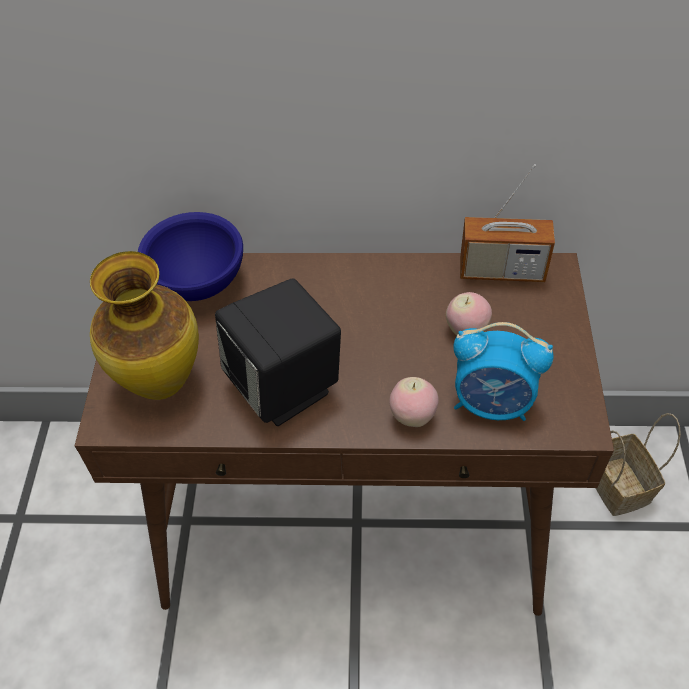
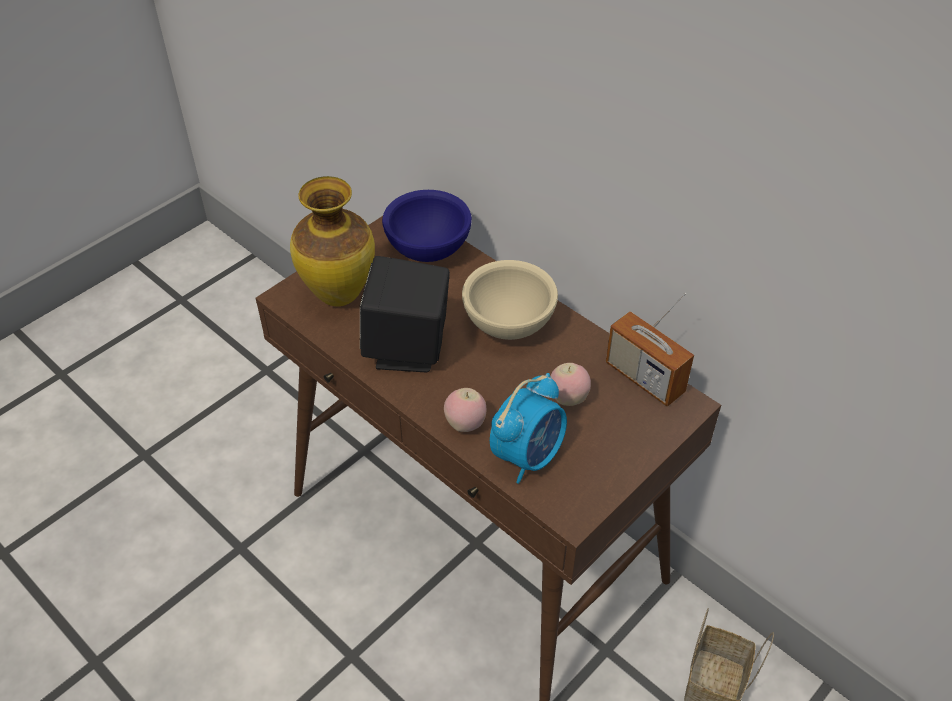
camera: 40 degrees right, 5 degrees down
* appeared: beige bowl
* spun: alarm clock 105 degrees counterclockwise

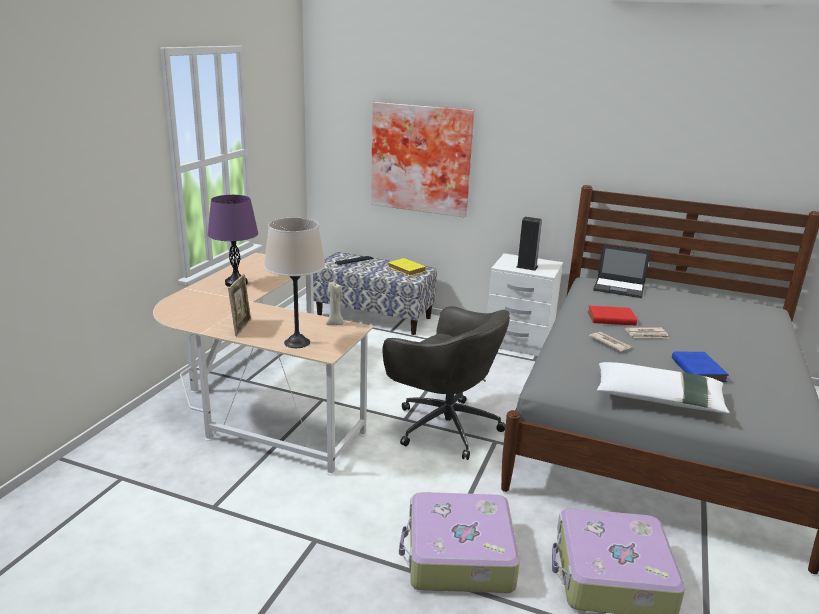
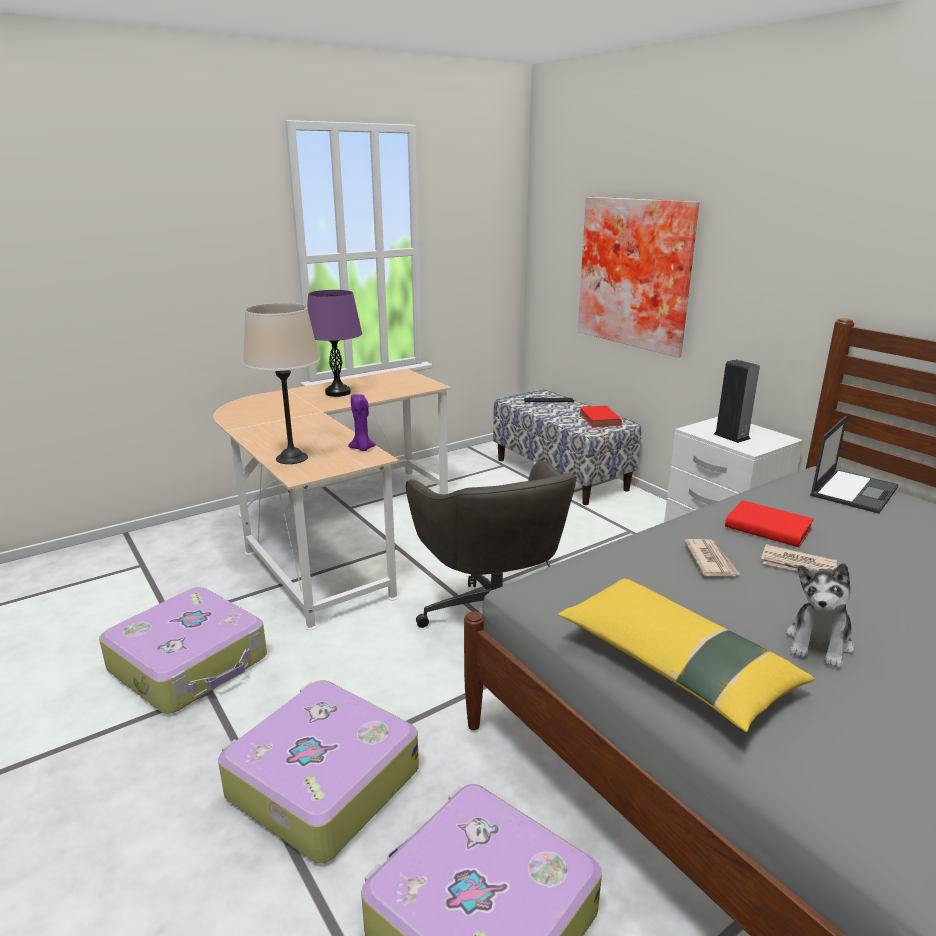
camera: 35 degrees right, 0 degrees up
* missing: picture frame
* appeared: suitcase (no. 1 from left)
* exchanged: blue book to plush toy
* colour: beige candle to purple candle
* colour: yellow book to red book (no. 1 from left)
* colour: white pillow to yellow pillow
* spun: laptop 105 degrees counterclockwise

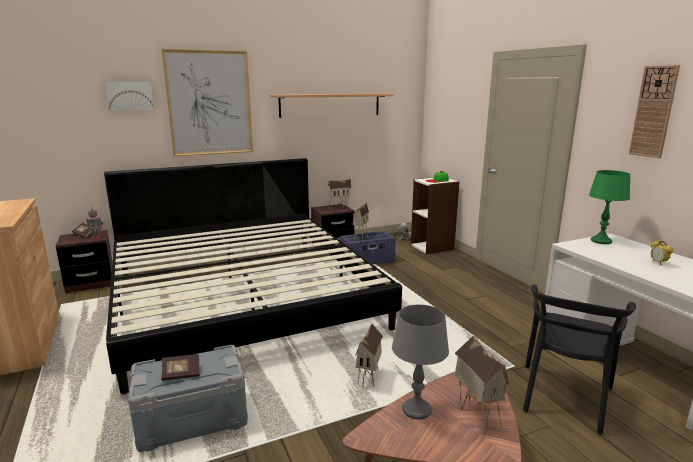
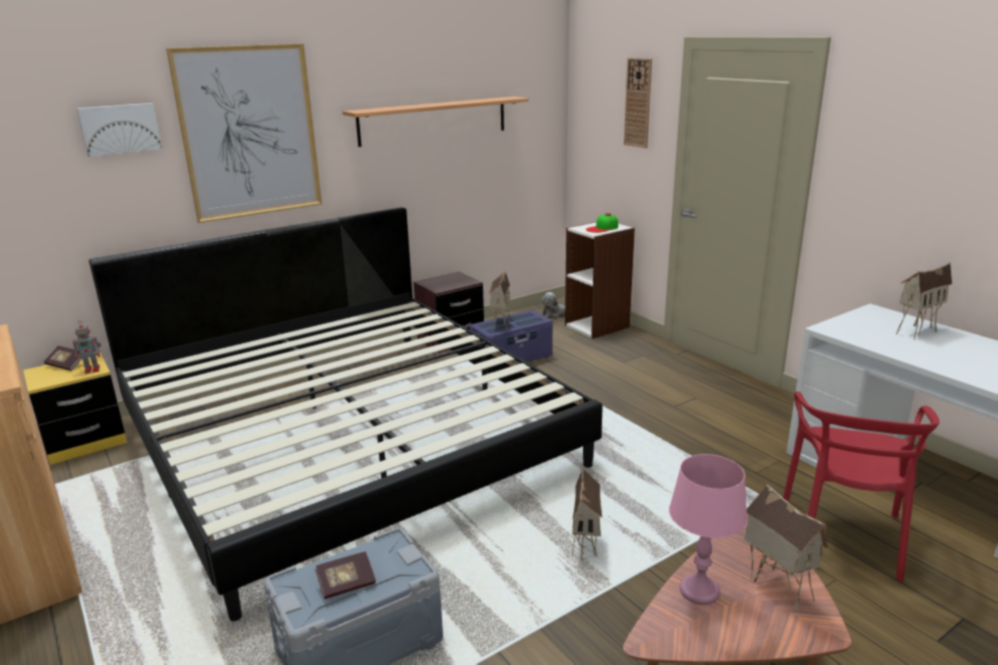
camera: 10 degrees left, 5 degrees up
* missing: green table lamp
* missing: alarm clock
* relocated: toy house (no. 1 from left in the first image) to toy house (no. 4 from left)
* relocated: wall clock
* colour: brown nightstand (no. 1 from left) to yellow nightstand
* colour: grey table lamp to pink table lamp
* colour: black chair to red chair

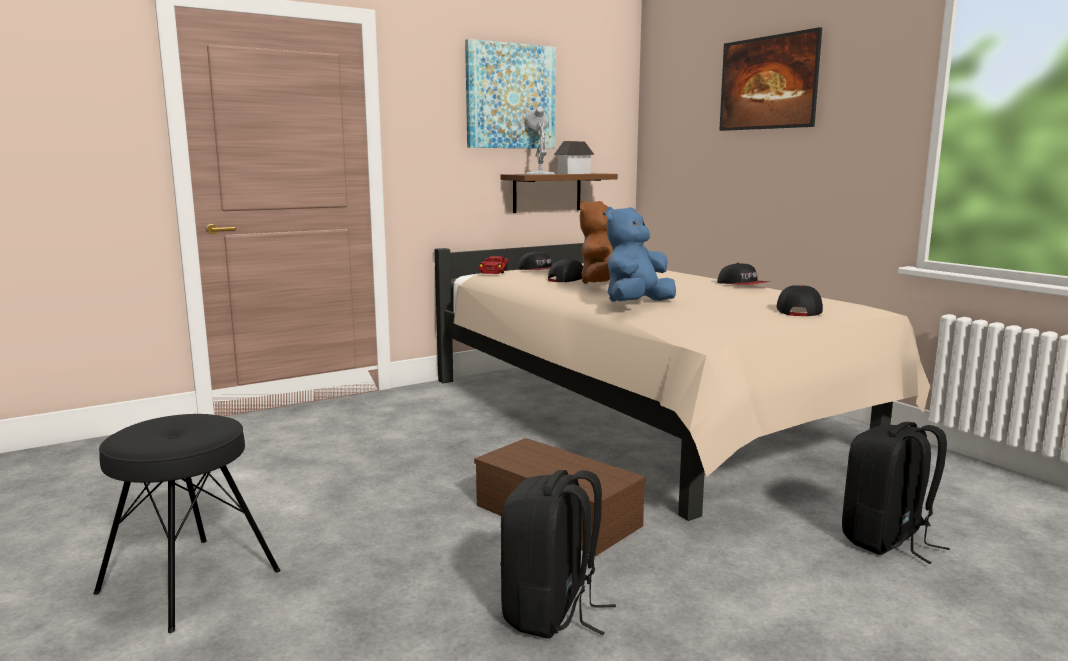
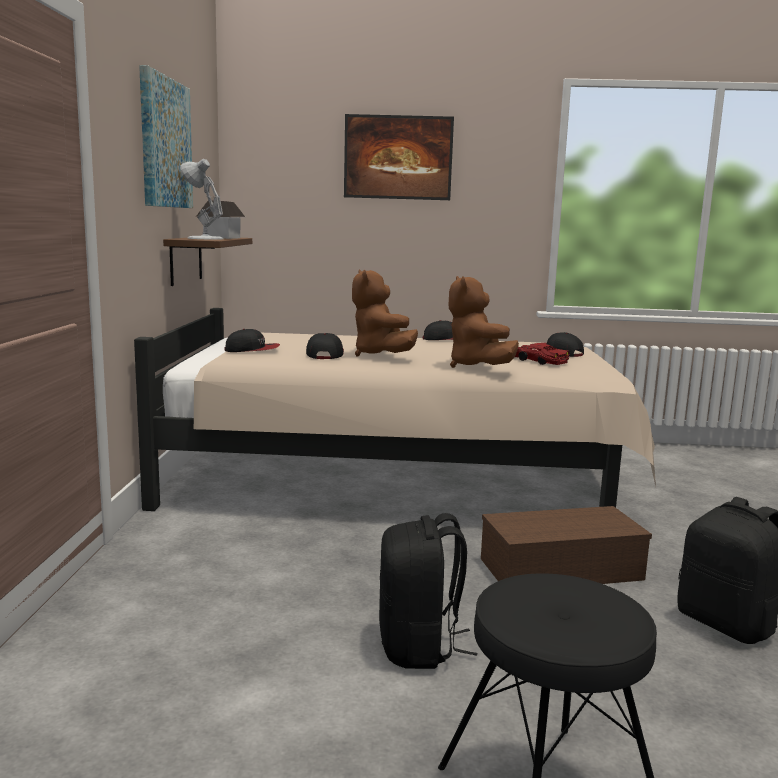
camera: 55 degrees left, 0 degrees up
* relocated: red toy car
* relocated: black backpack (no. 2 from left in the first image) to black backpack (no. 1 from left)
* colour: blue plush toy to brown plush toy (no. 2 from left)

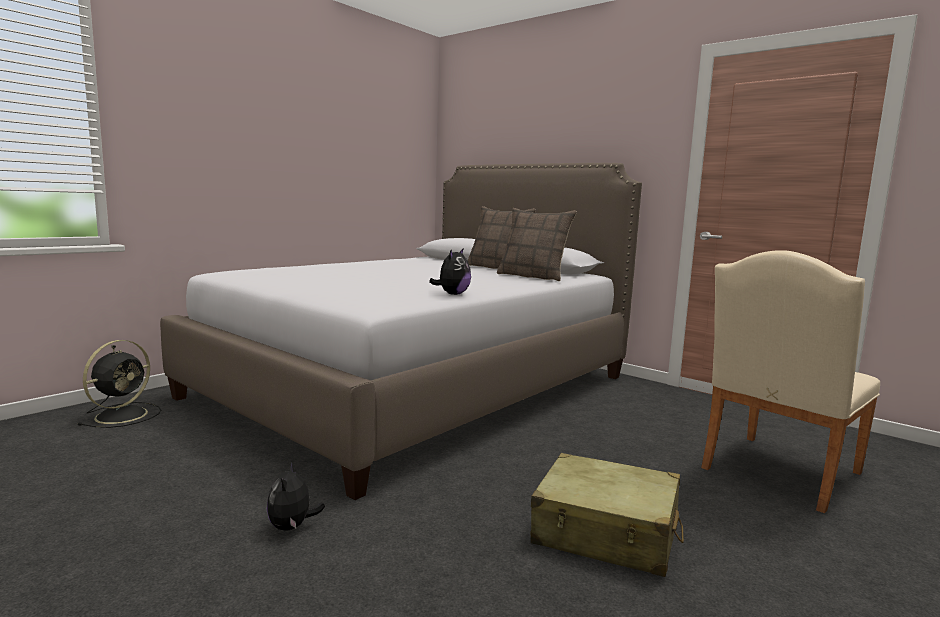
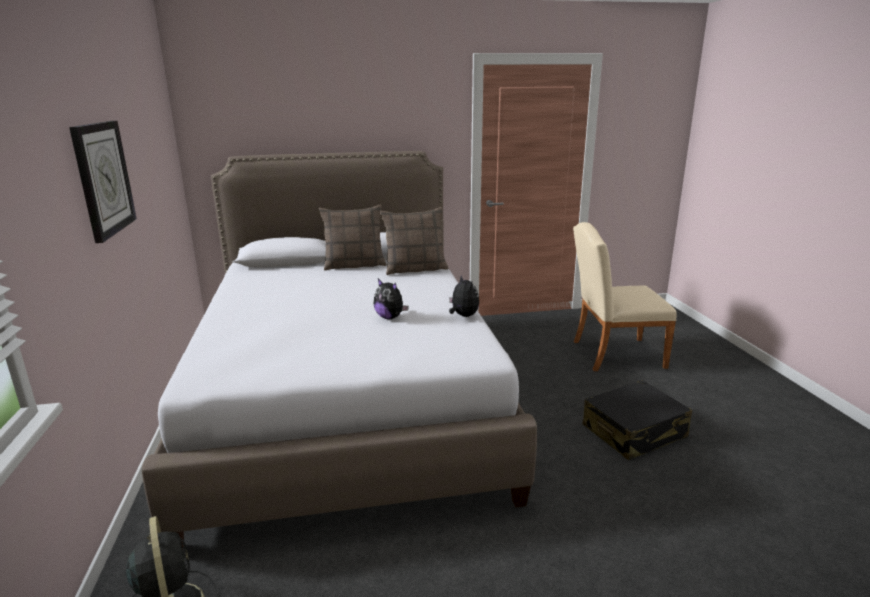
camera: 50 degrees left, 10 degrees up
* appeared: wall clock
* relocated: plush toy (no. 1 from left)
* colour: beige suitcase to black suitcase
* spun: beige chair 90 degrees clockwise

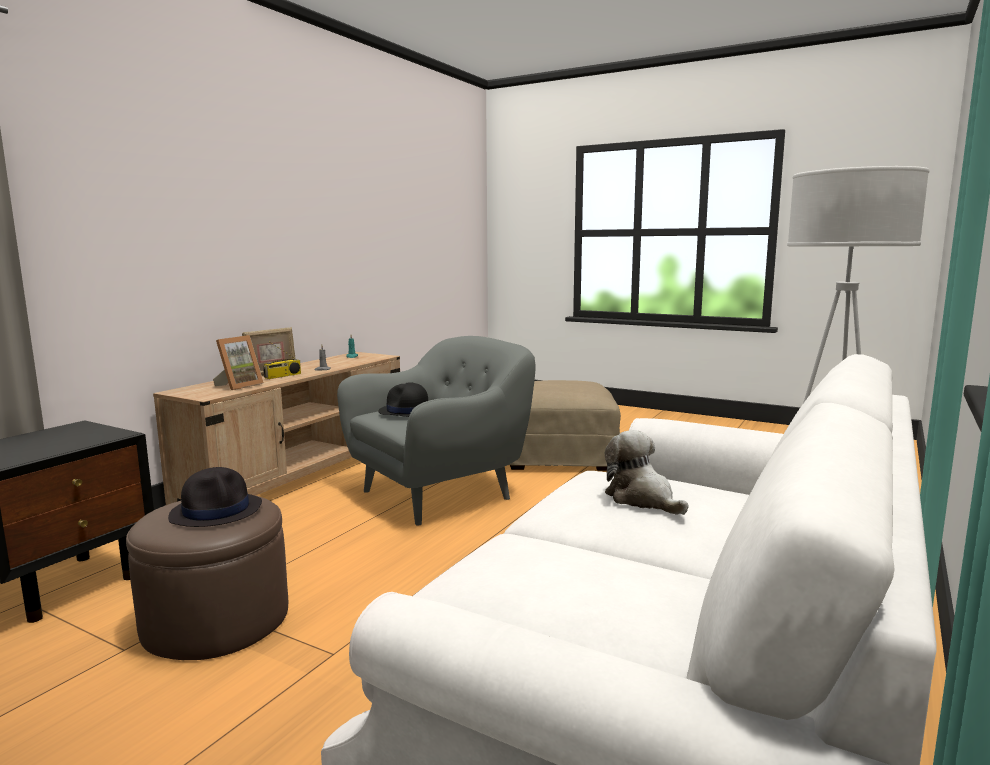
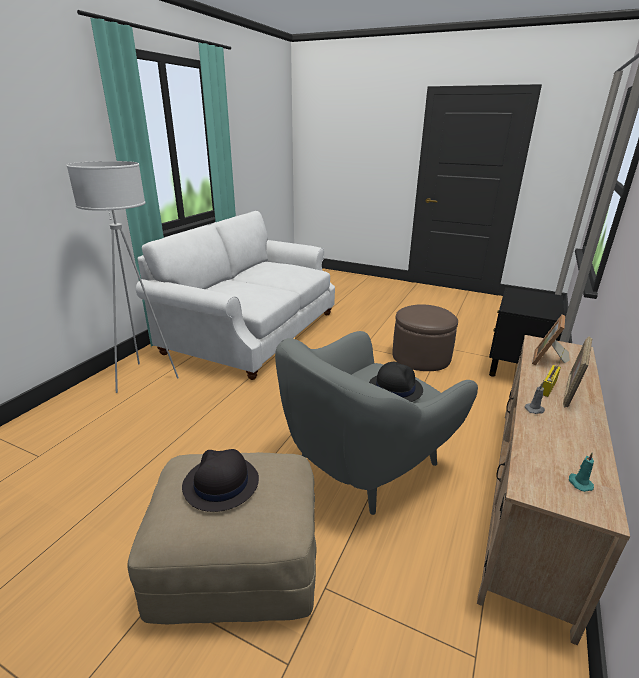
camera: 175 degrees right, 15 degrees up
* missing: plush toy
* relocated: black hat (no. 1 from left)

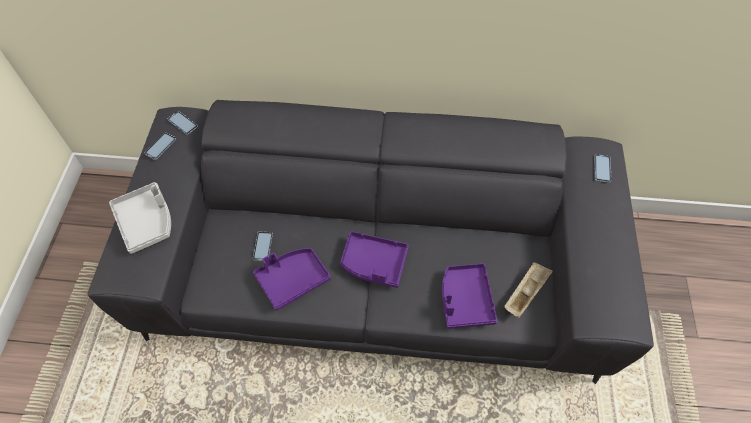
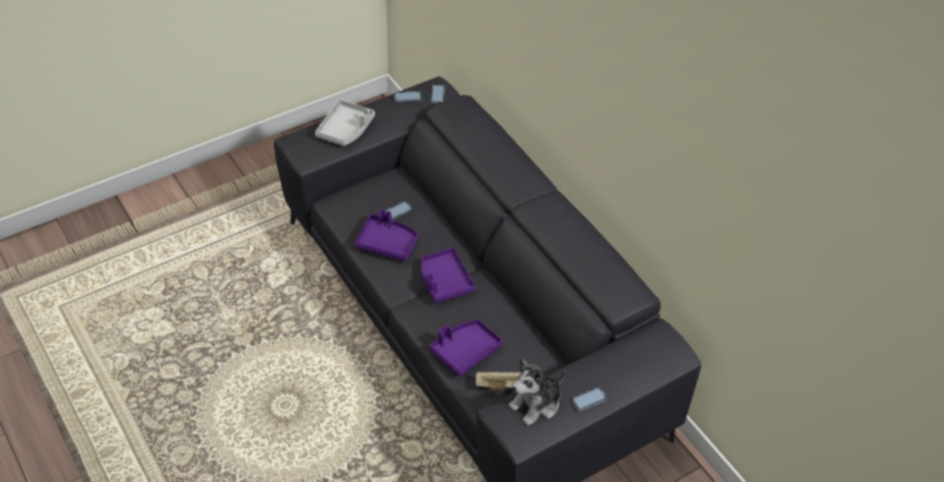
camera: 50 degrees right, 10 degrees down
* appeared: plush toy
* relocated: phone (no. 4 from left)

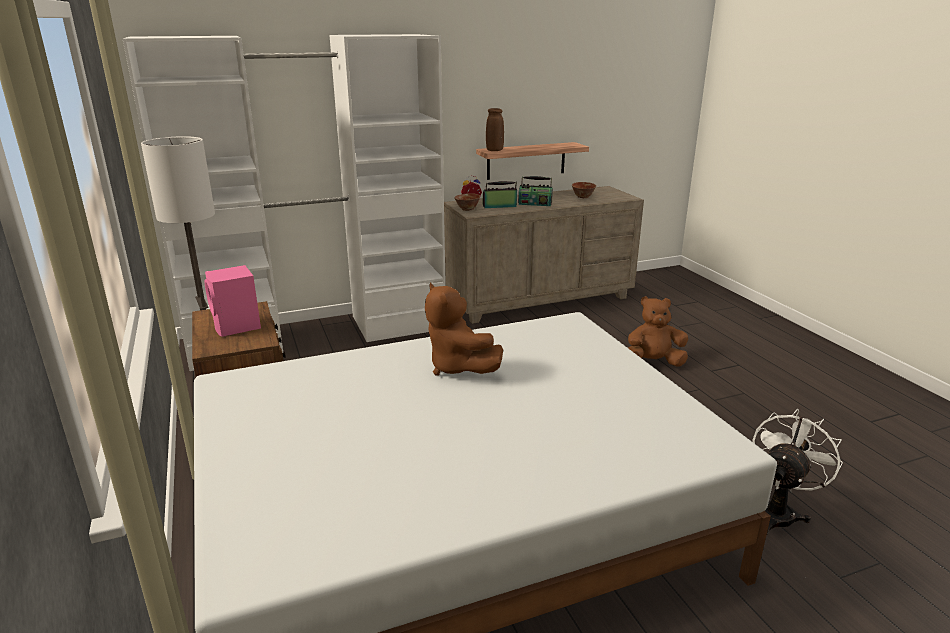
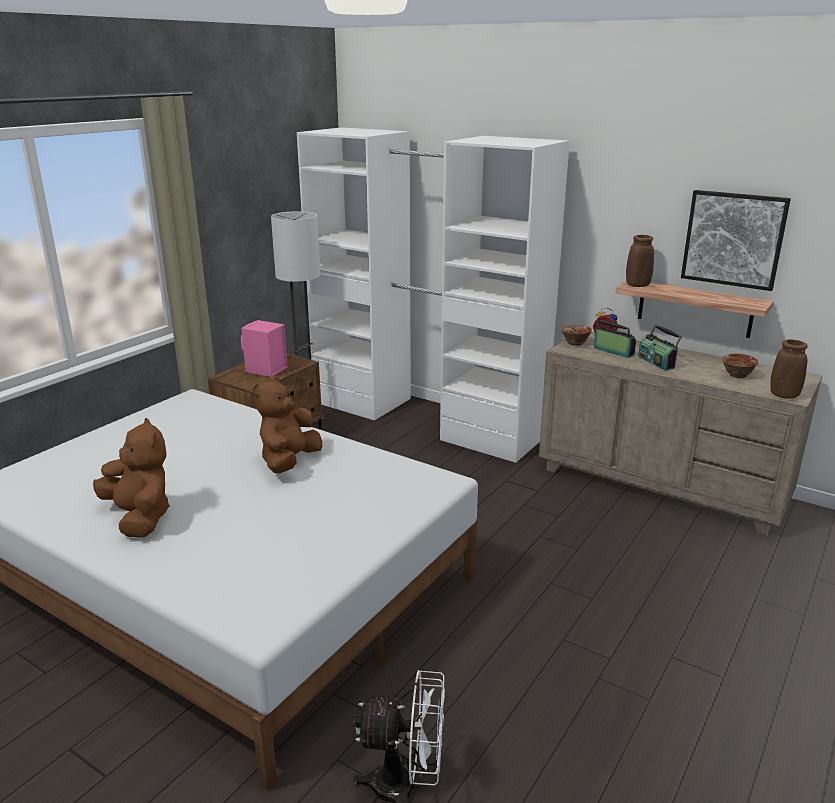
camera: 55 degrees right, 0 degrees up
* appeared: picture
* appeared: brown vase (no. 2 from left)
* relocated: brown plush toy (no. 2 from left in the first image) to brown plush toy (no. 1 from left)

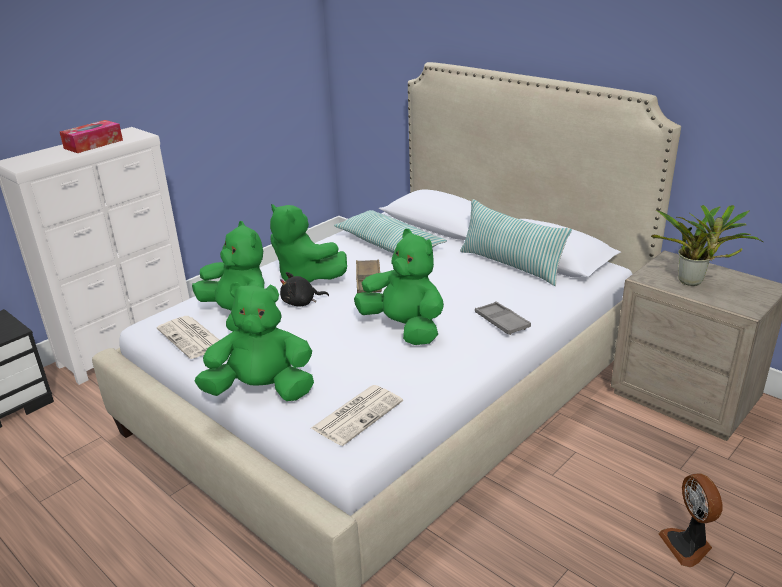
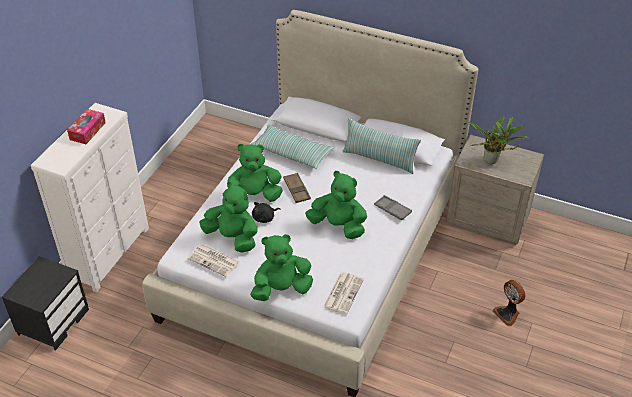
camera: 20 degrees left, 15 degrees up
* spun: green plush toy (no. 3 from left in the first image) 150 degrees clockwise

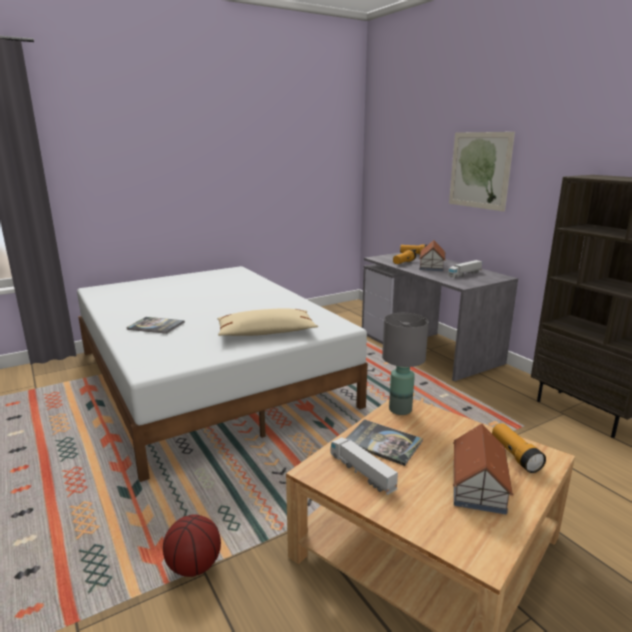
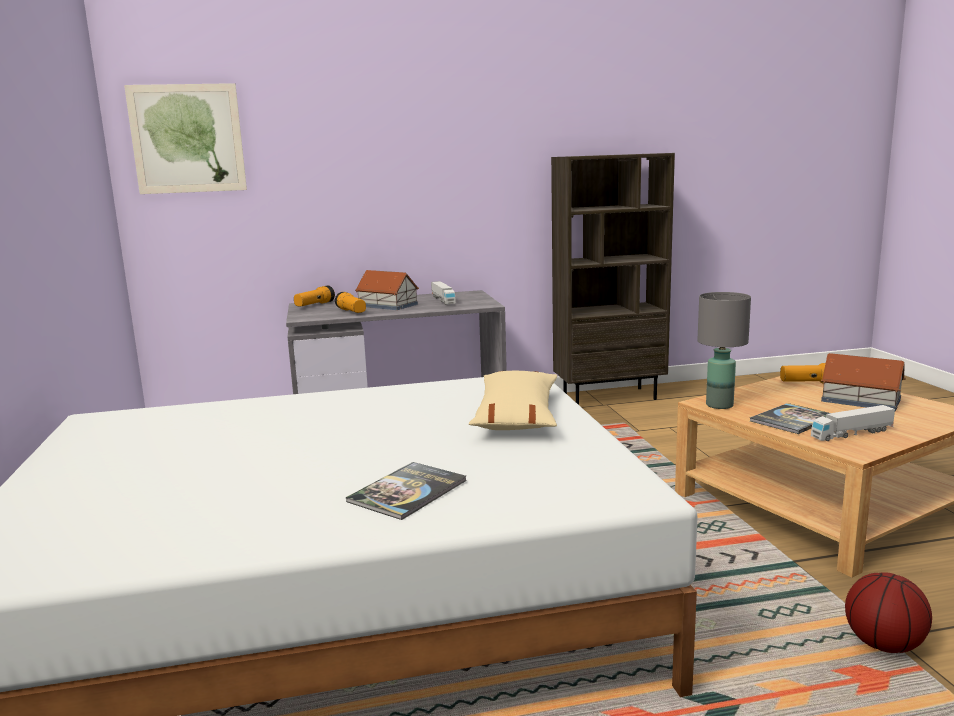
camera: 70 degrees left, 5 degrees down
* relocated: picture

